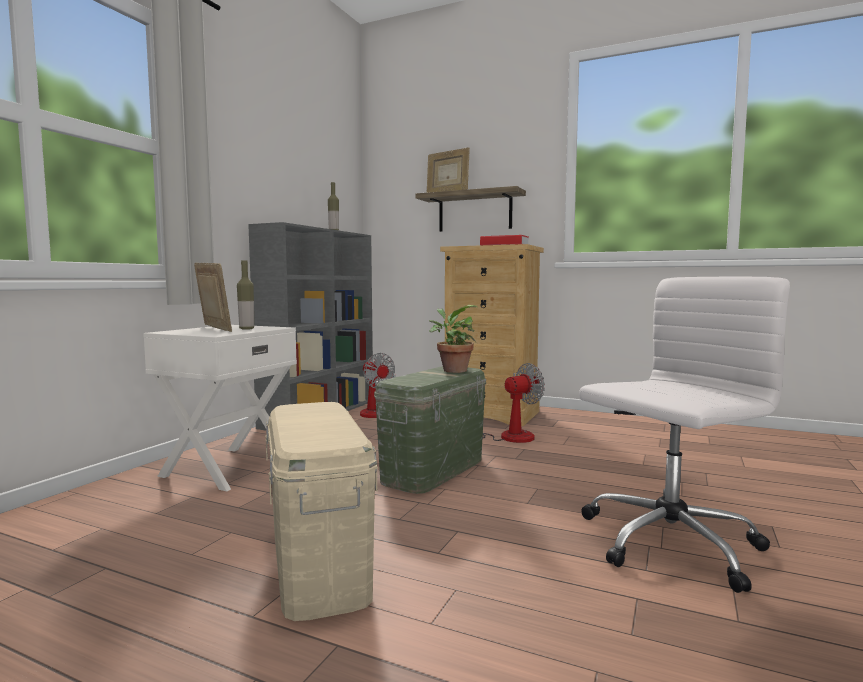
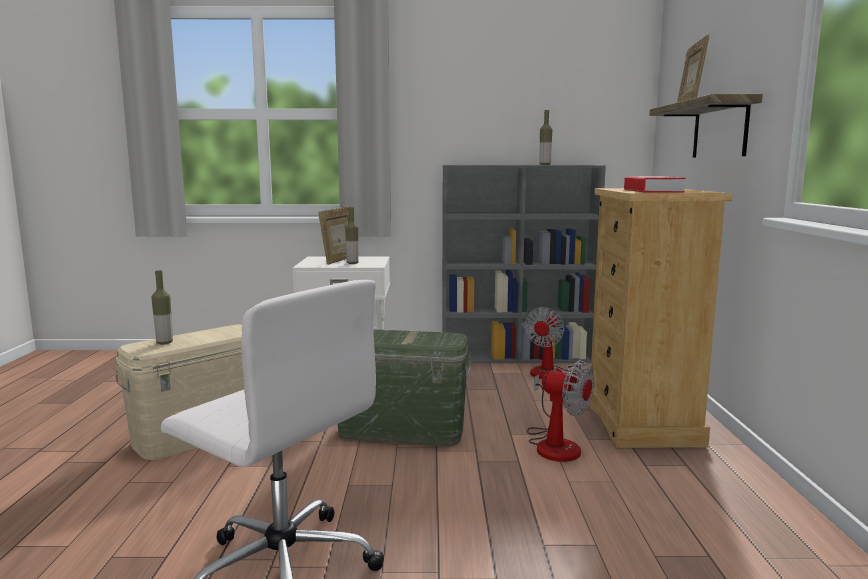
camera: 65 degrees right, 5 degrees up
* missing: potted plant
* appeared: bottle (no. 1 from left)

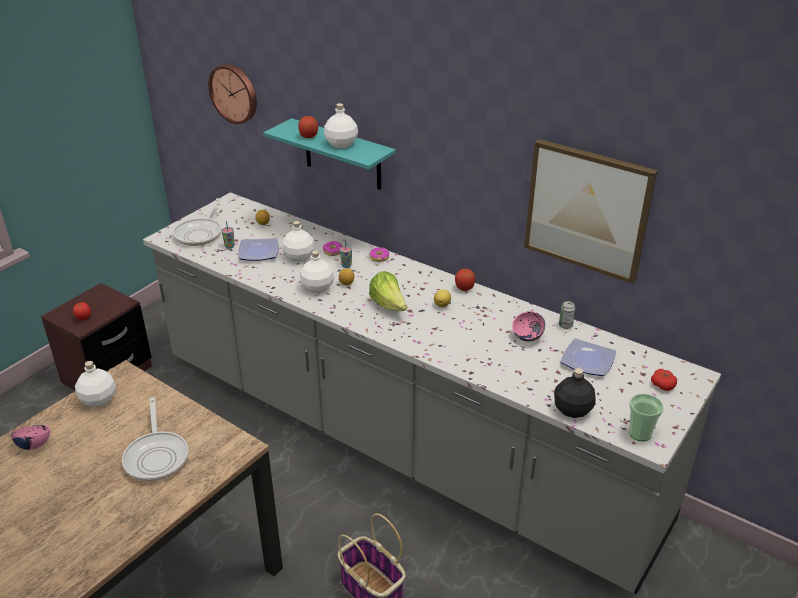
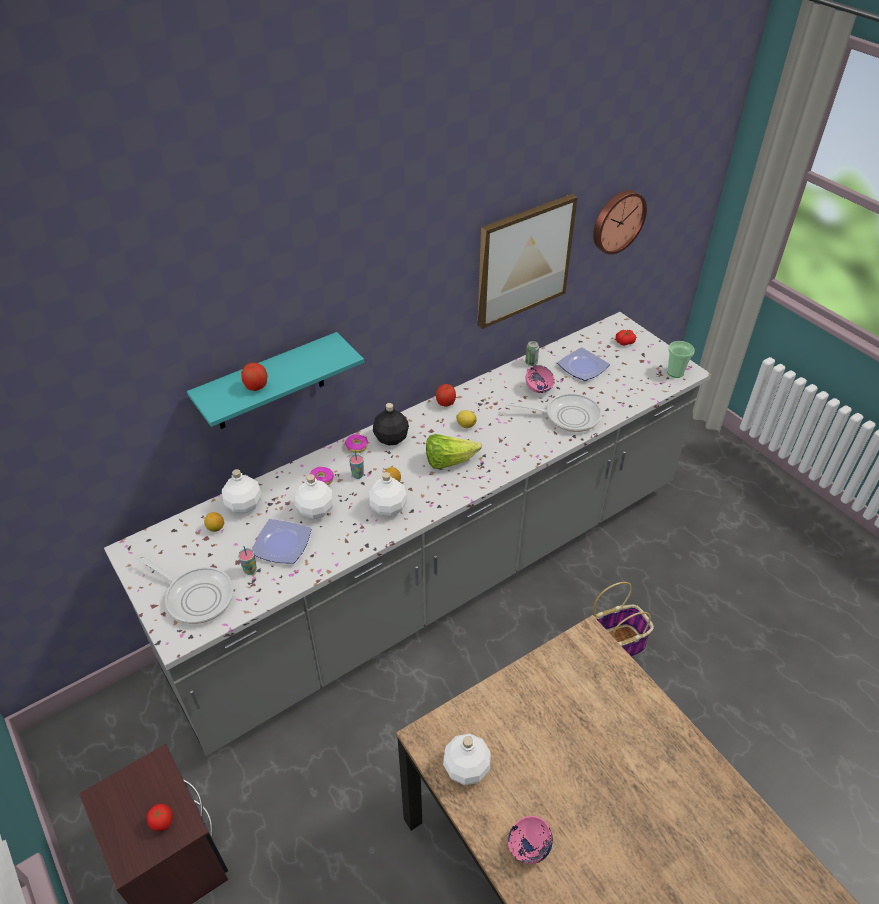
camera: 70 degrees left, 10 degrees up
* relocated: frying pan (no. 1 from left in the first image) to frying pan (no. 2 from left)
* relocated: wall clock
* relocated: white bottle (no. 4 from left in the first image) to white bottle (no. 1 from left)
* relocated: black bottle

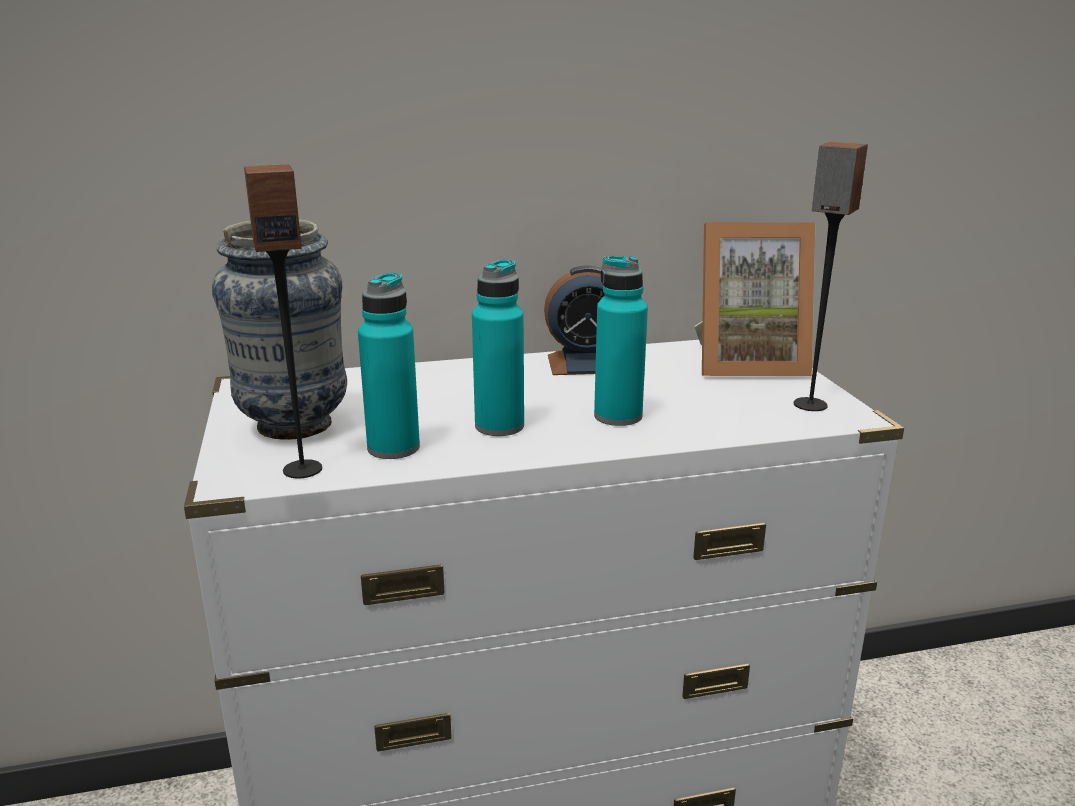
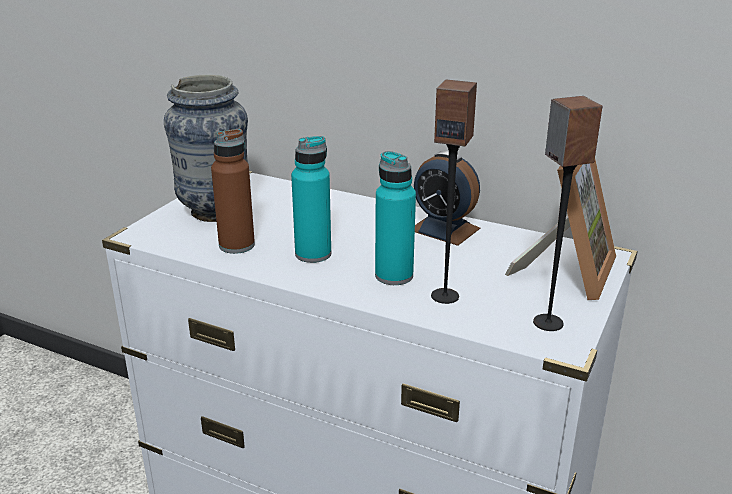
camera: 40 degrees right, 5 degrees up
* relocated: speaker (no. 1 from left)
* colour: turquoise bottle (no. 1 from left) to brown bottle
* spun: picture frame 105 degrees counterclockwise

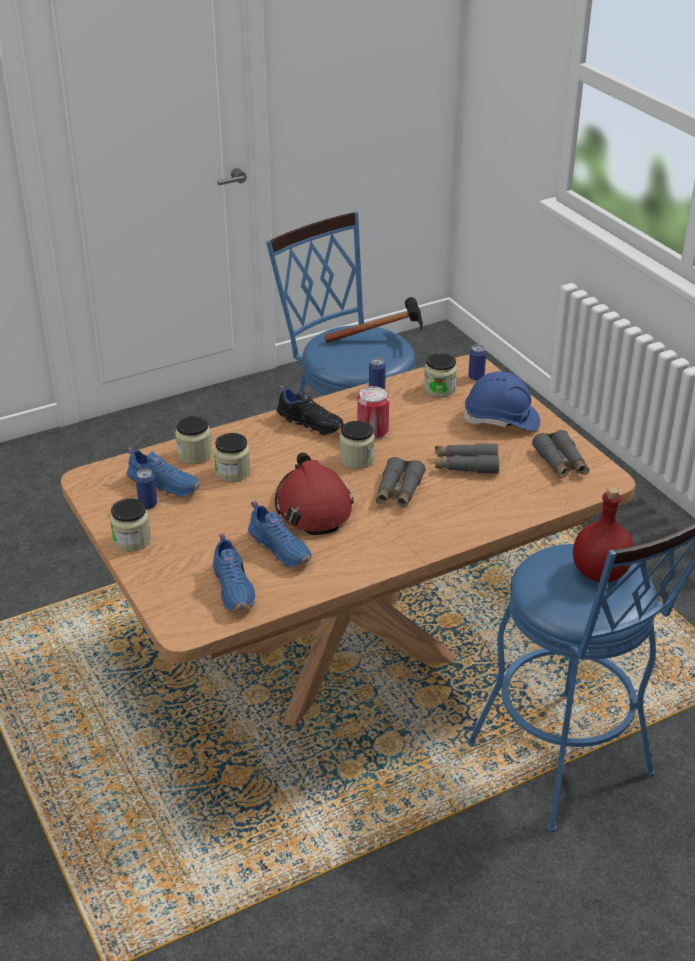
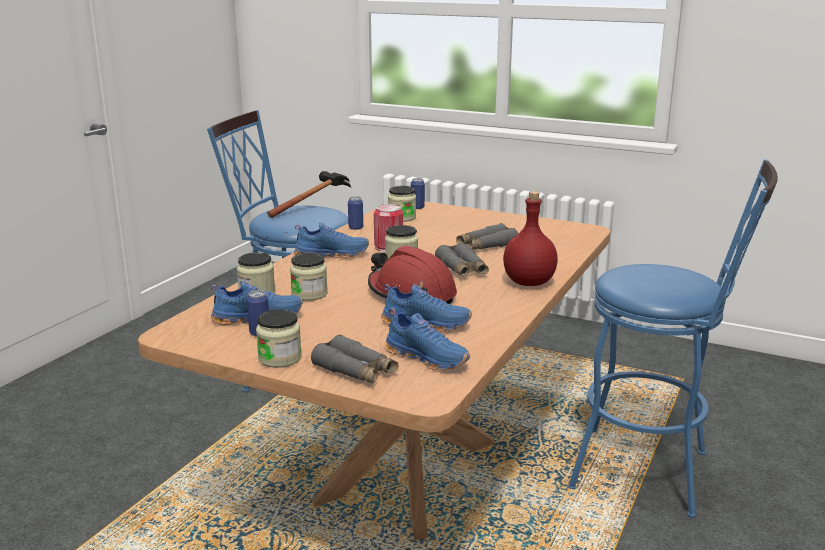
camera: 35 degrees left, 15 degrees down
* missing: blue hard hat
* relocated: grey binoculars (no. 3 from left in the first image) to grey binoculars (no. 1 from left)
* relocated: red bottle
* colour: black shoe to blue shoe (no. 2 from left)

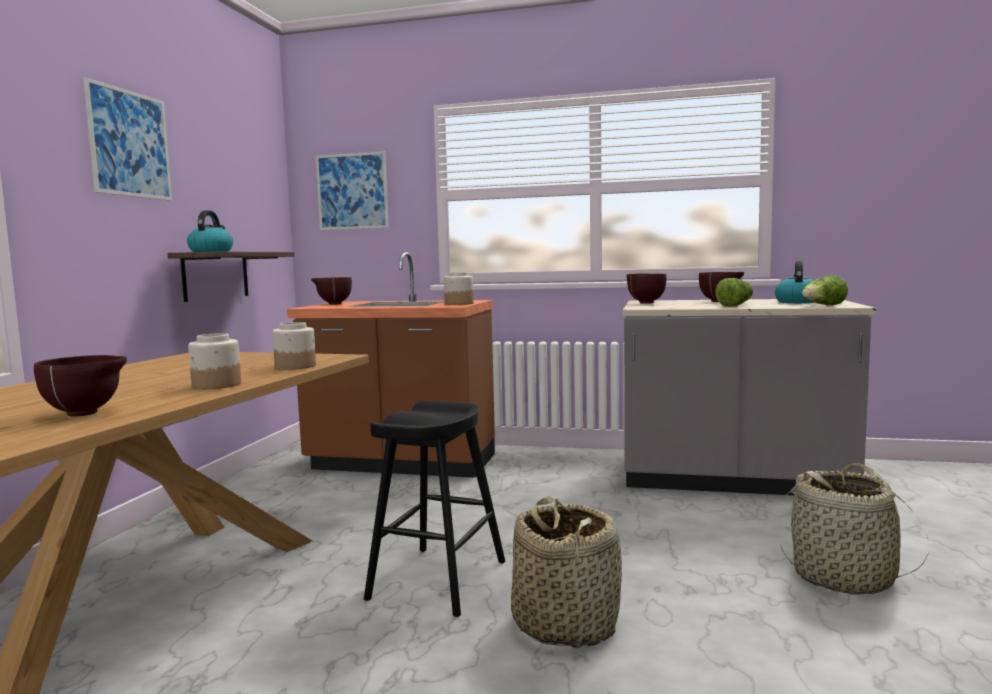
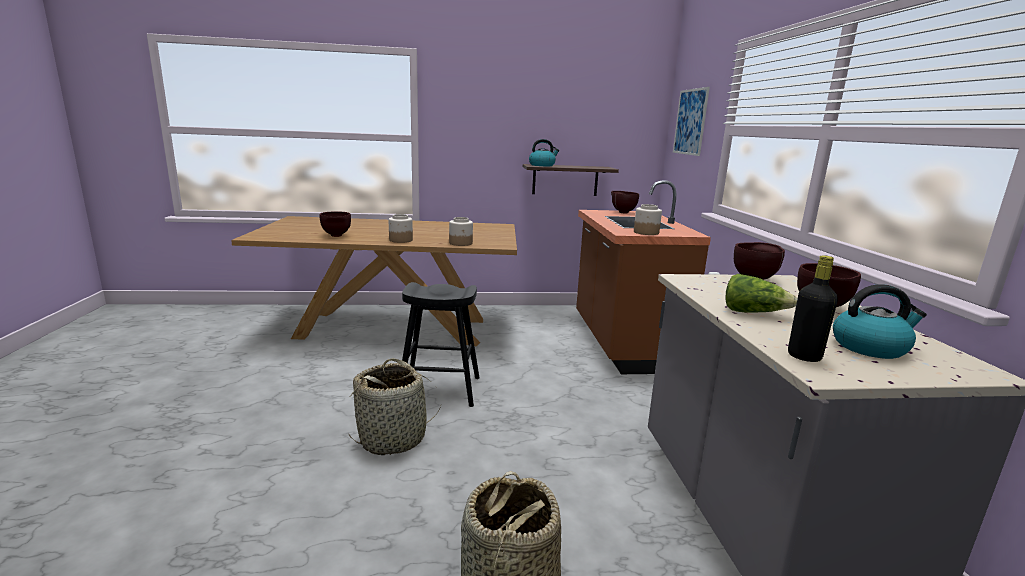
camera: 70 degrees right, 10 degrees up
* missing: picture (no. 1 from left)
* exchanged: lettuce (no. 2 from left) to black bottle

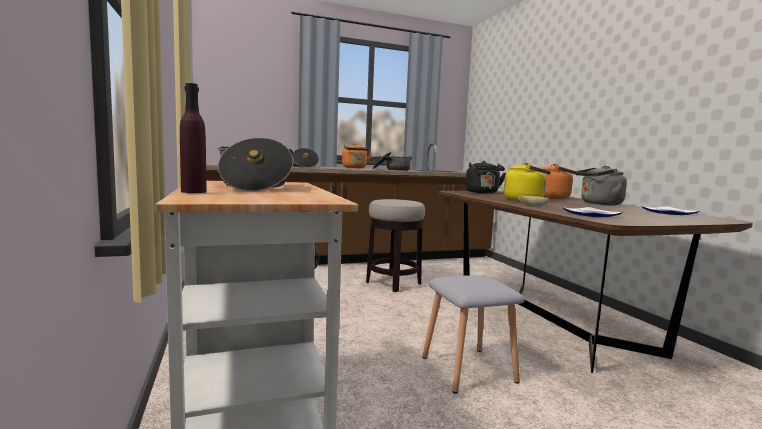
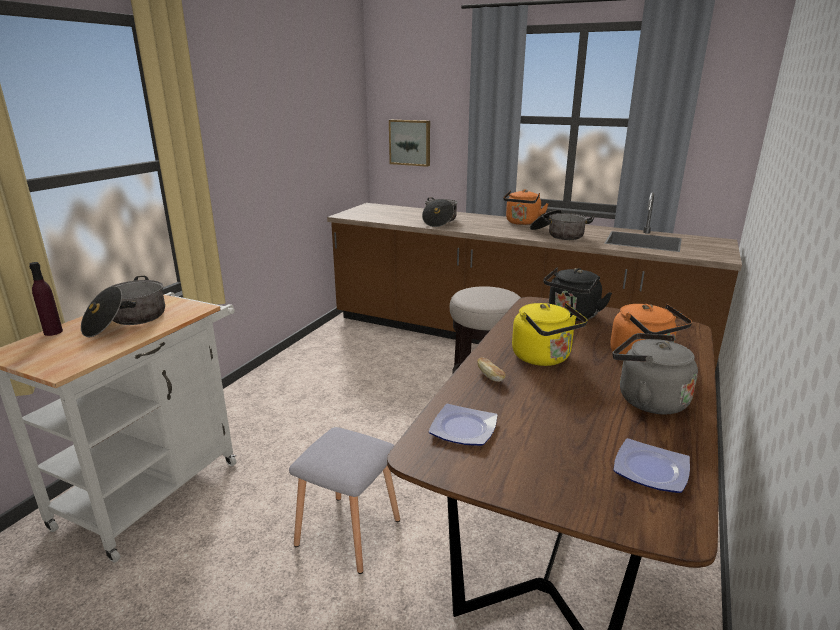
camera: 45 degrees right, 15 degrees up
* appeared: picture

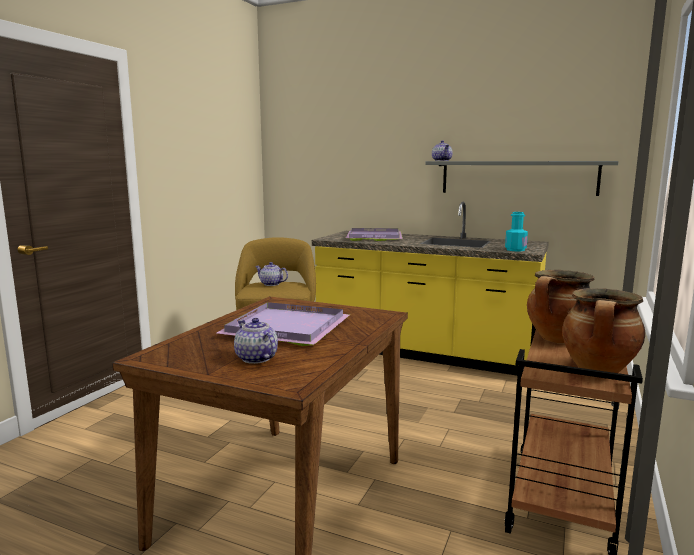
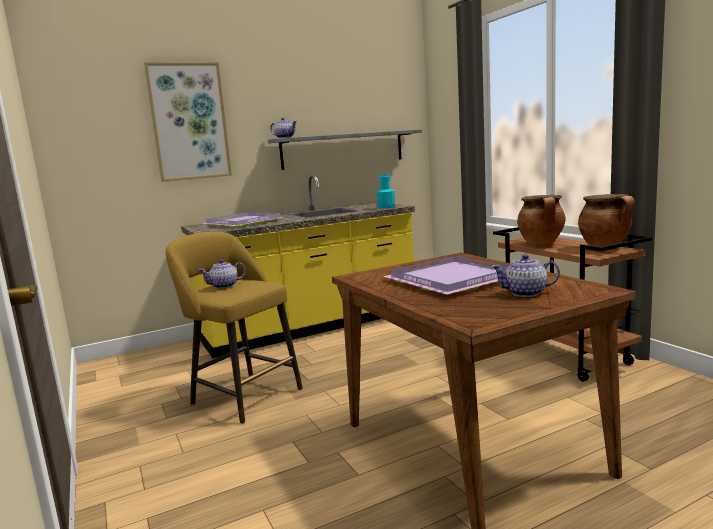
camera: 50 degrees left, 0 degrees up
* appeared: picture

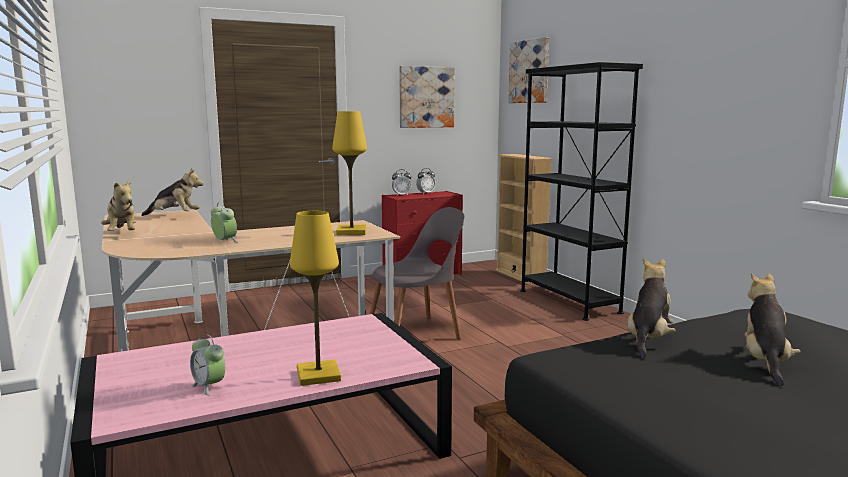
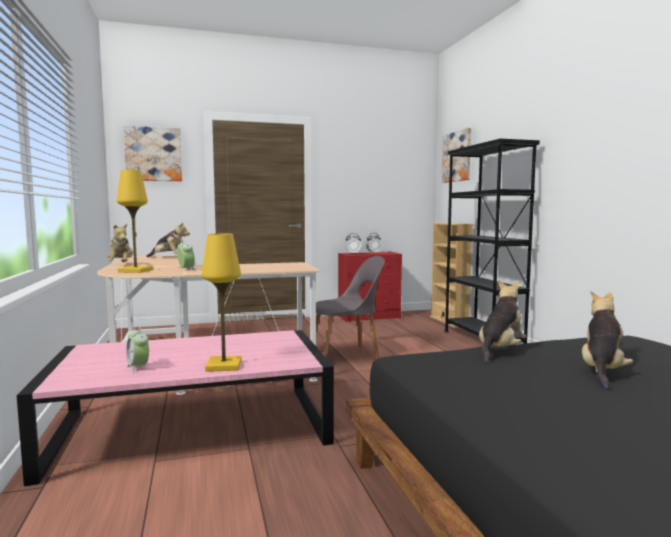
camera: 10 degrees right, 5 degrees down
* relocated: yellow table lamp (no. 2 from left in the first image) to yellow table lamp (no. 1 from left)
* relocated: picture (no. 1 from left)

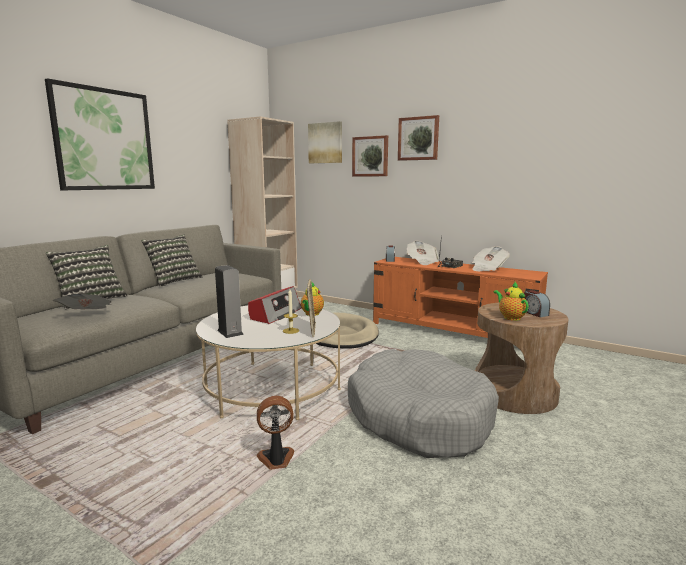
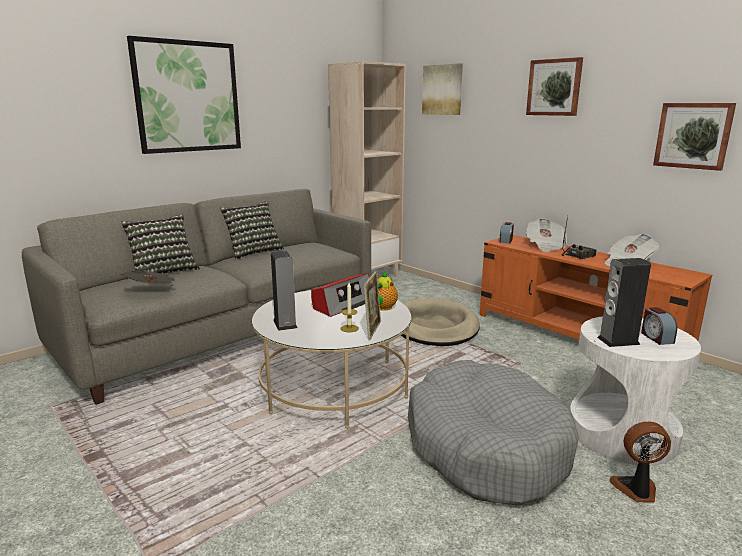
camera: 15 degrees right, 5 degrees up
* relocated: fan
* relocated: picture (no. 3 from left in the first image) to picture (no. 4 from left)
* exchanged: teapot (no. 2 from left) to speaker (no. 2 from left)
* colour: brown side table to white side table

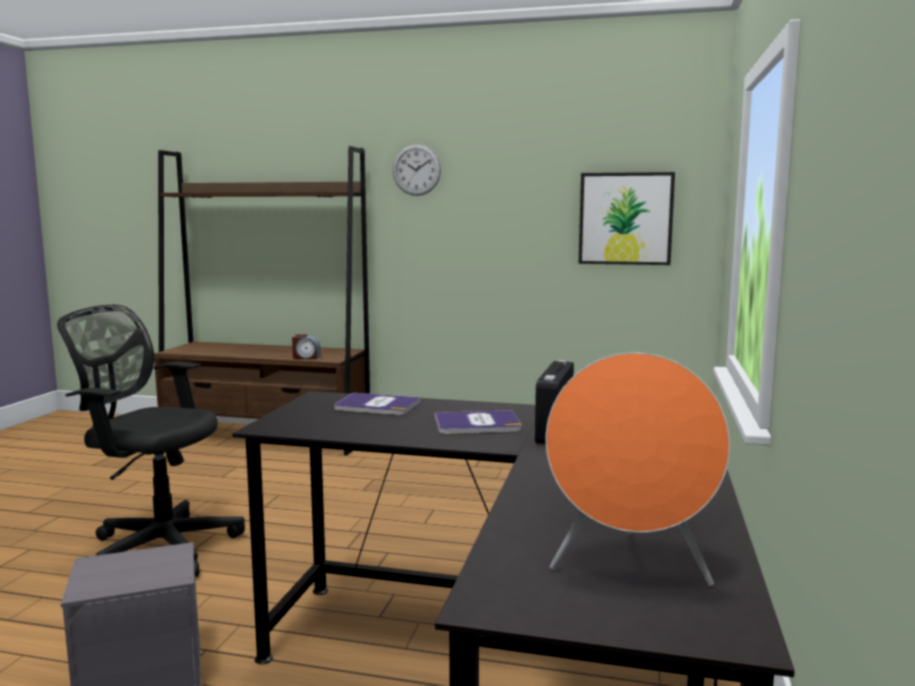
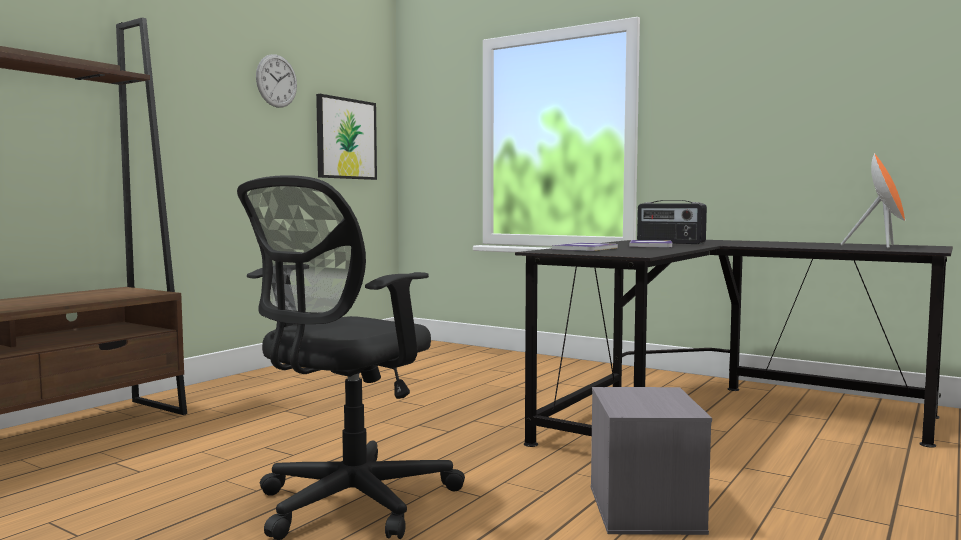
camera: 70 degrees left, 5 degrees down
* missing: alarm clock
* relocated: wall clock

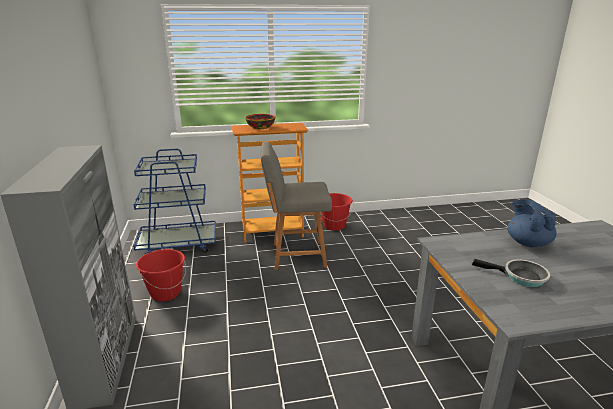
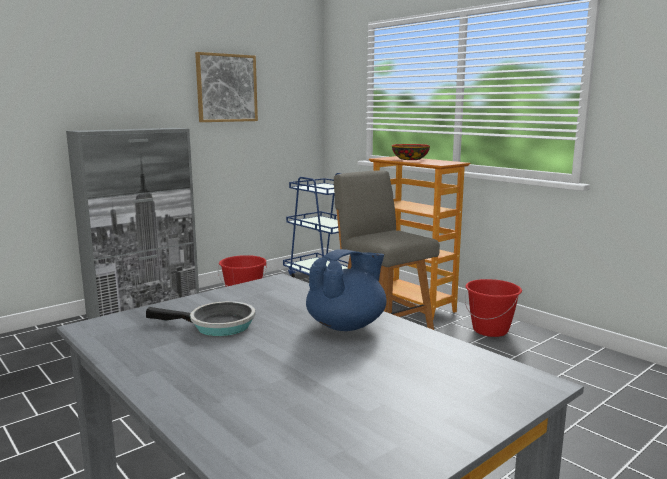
camera: 60 degrees right, 10 degrees down
* appeared: picture
* spun: frying pan 75 degrees counterclockwise

